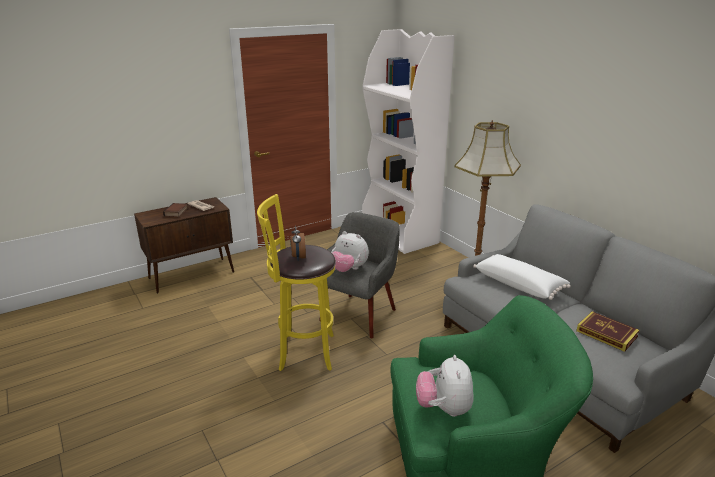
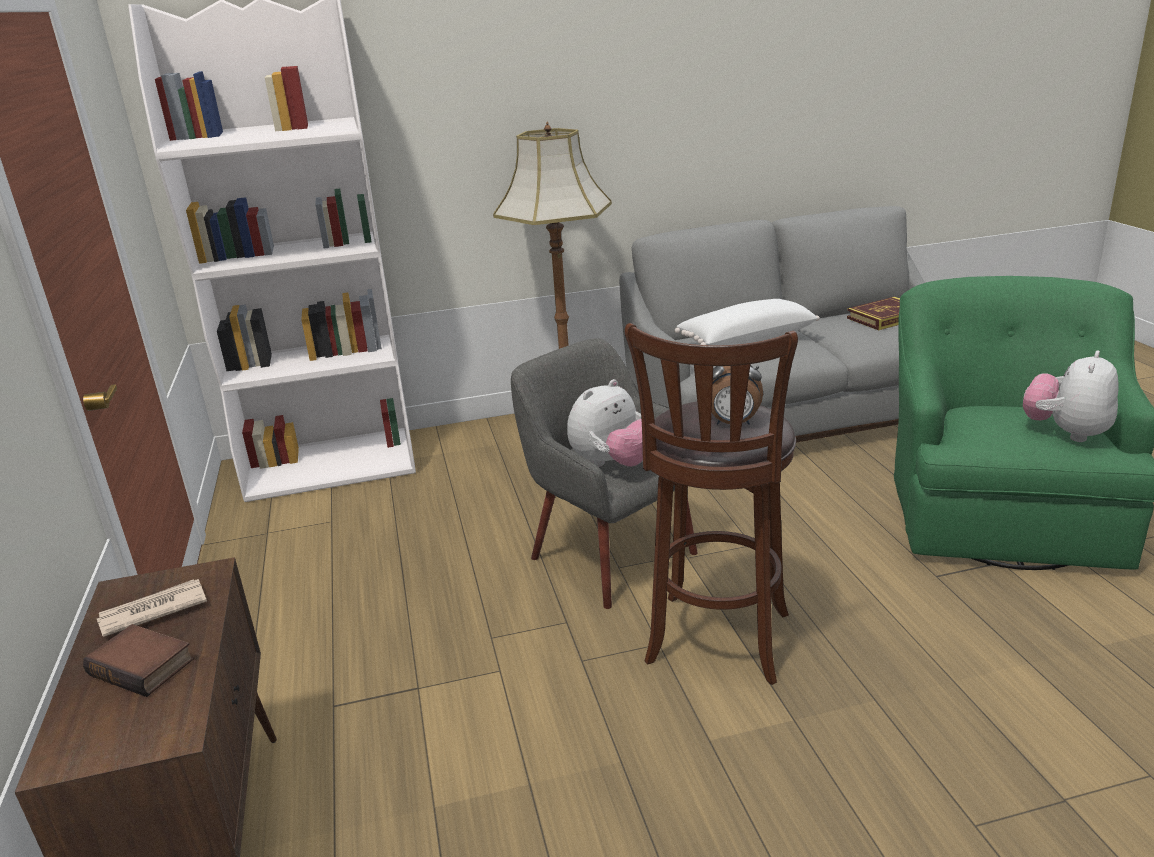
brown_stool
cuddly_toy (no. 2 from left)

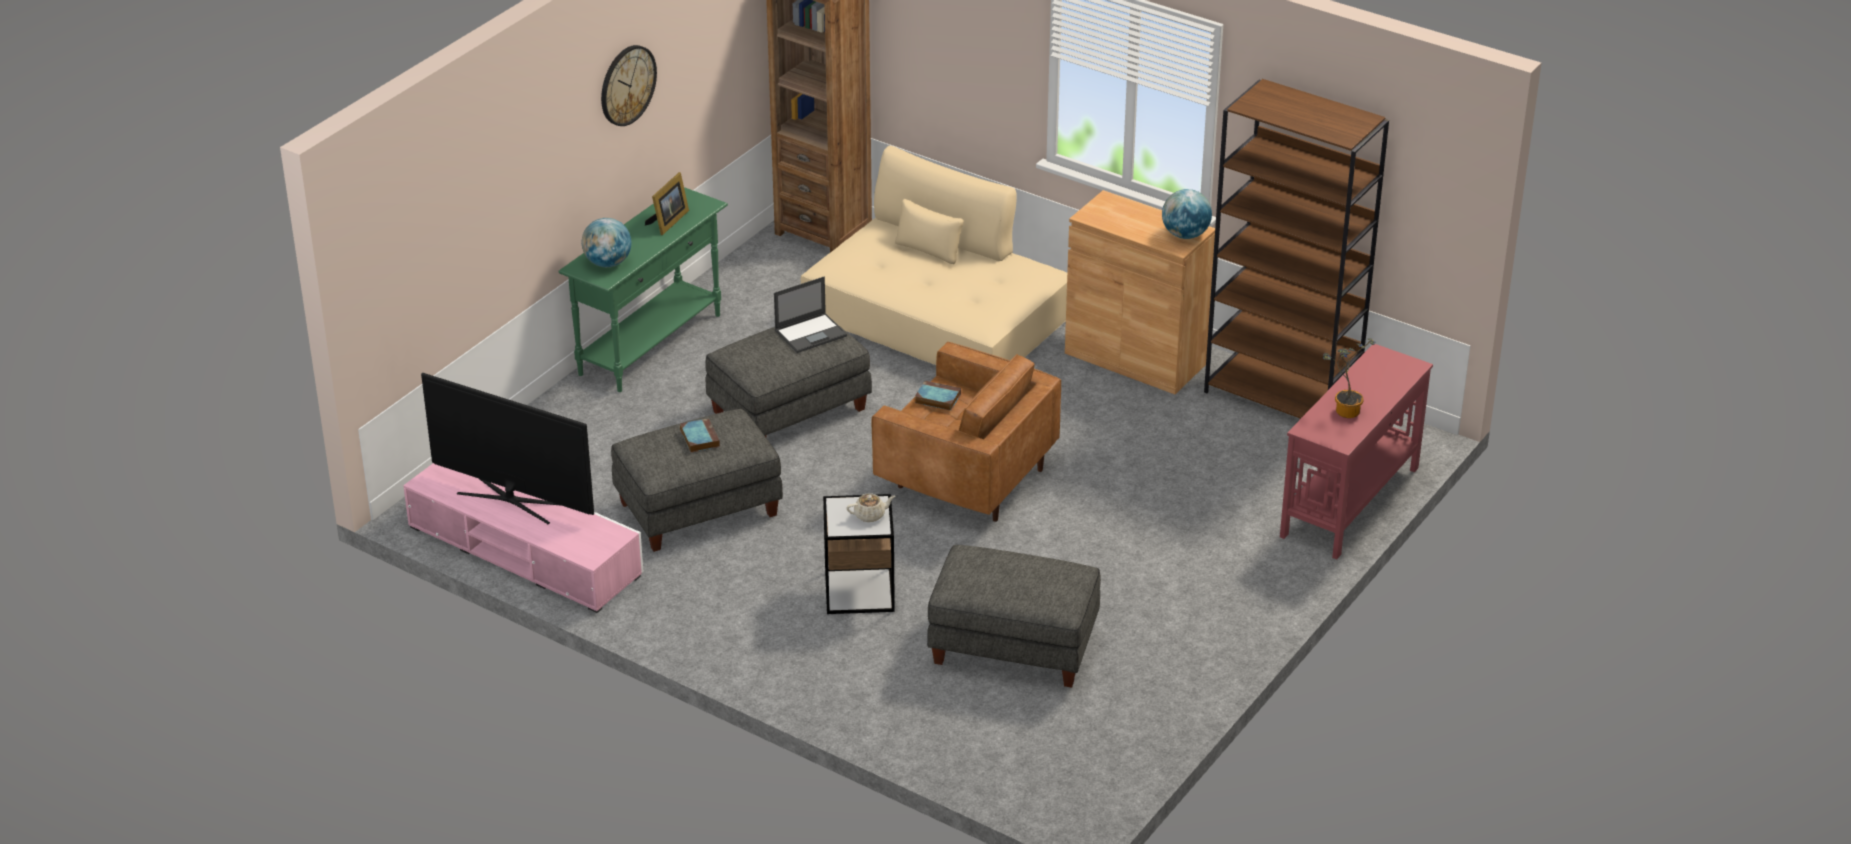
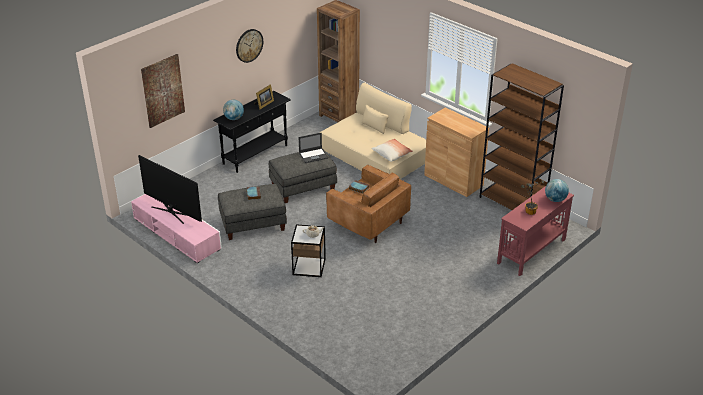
grey_footrest (no. 3 from left in the first image)
picture
pillow
globe (no. 2 from left)
black_narrow_table

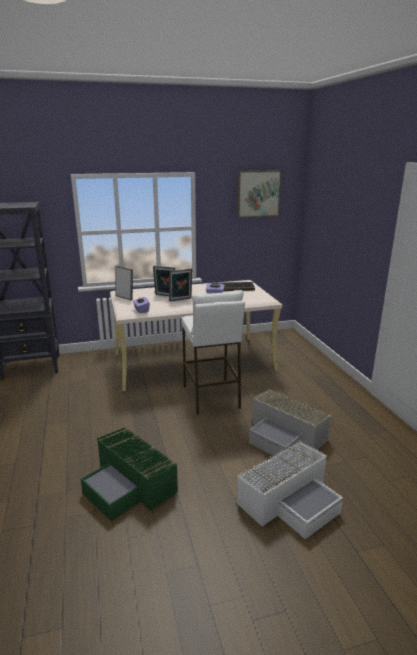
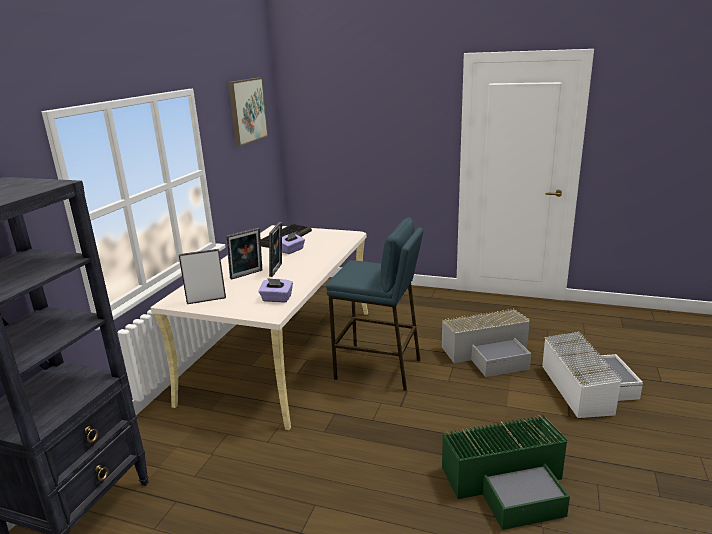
bluish_stool

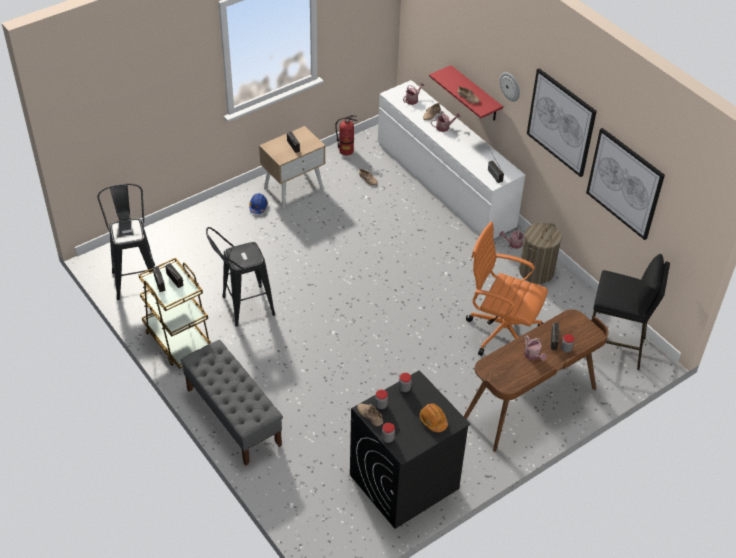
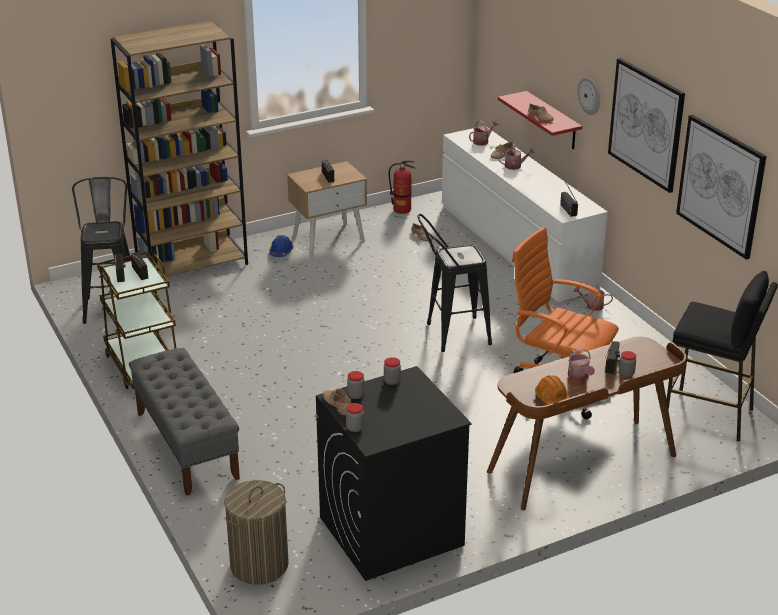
brown_bookshelf
black_stool (no. 2 from left)
orangey_work_helmet
washing_basket

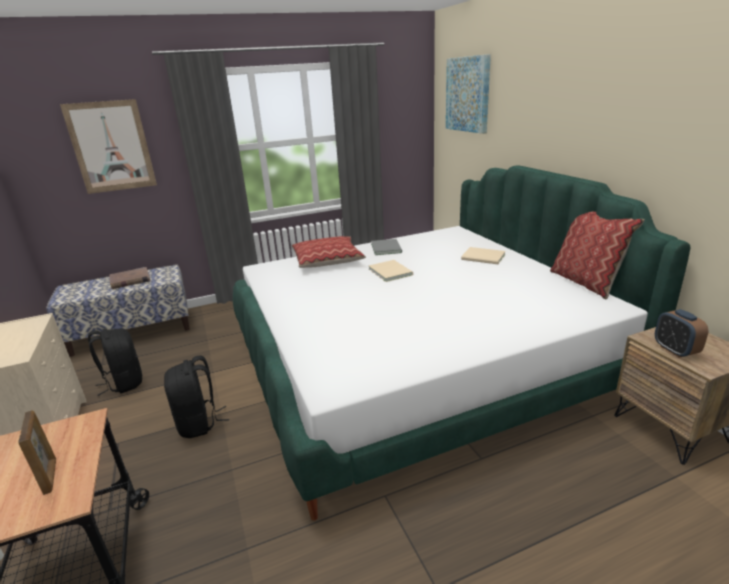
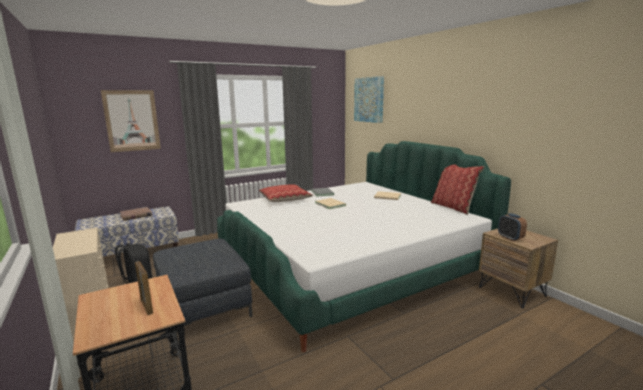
grey_footrest

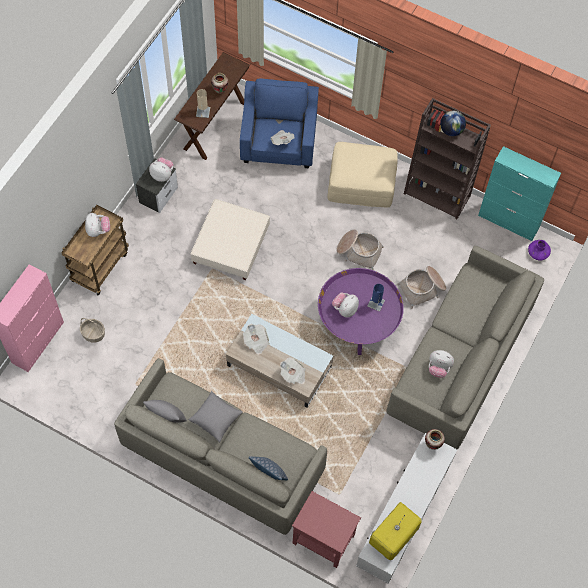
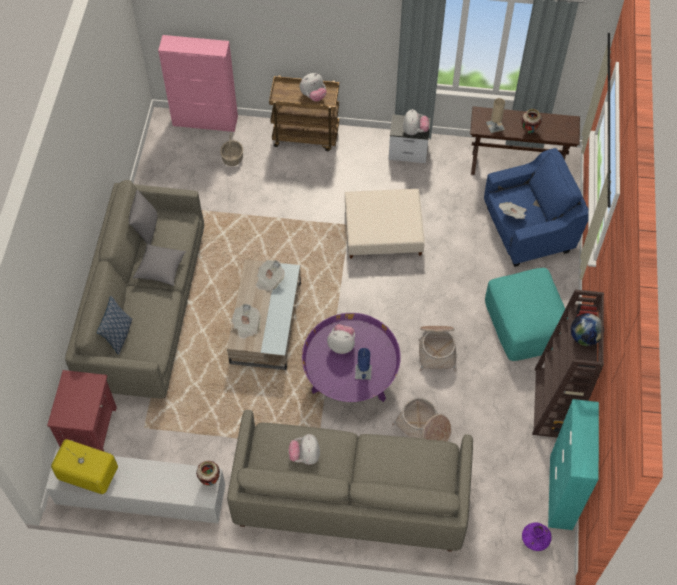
turquoise_footrest

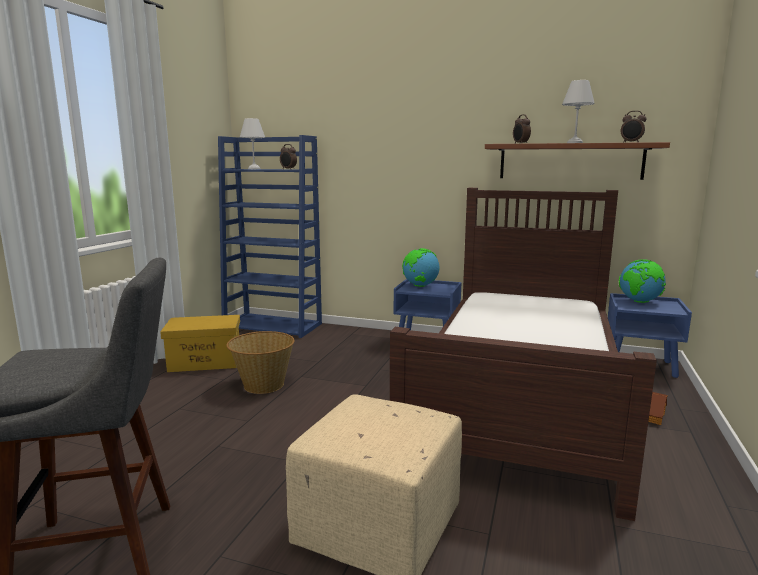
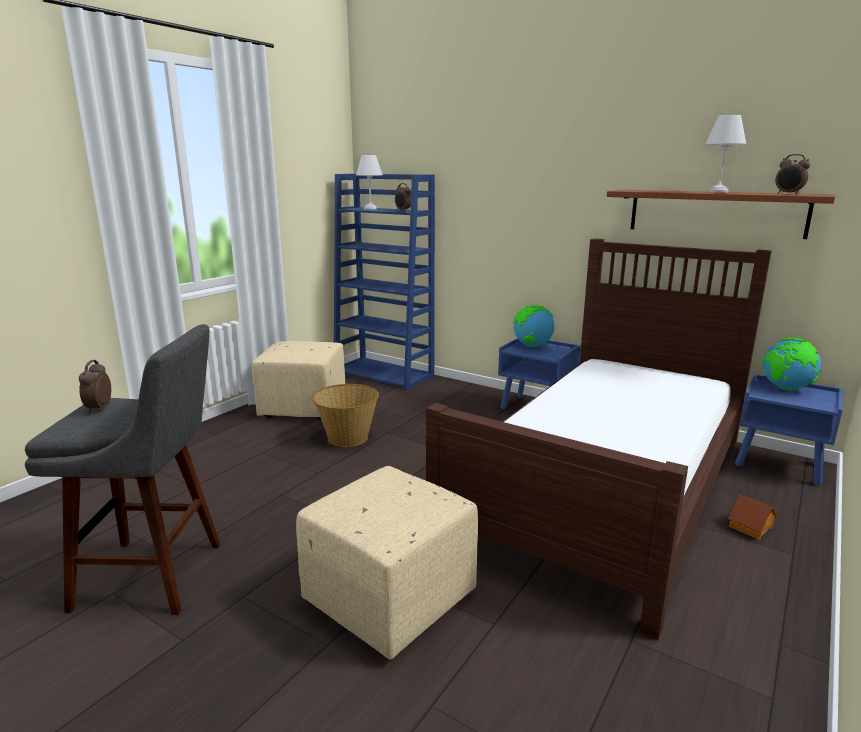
table_clock (no. 1 from left)
sand-coloured_footrest (no. 1 from left)

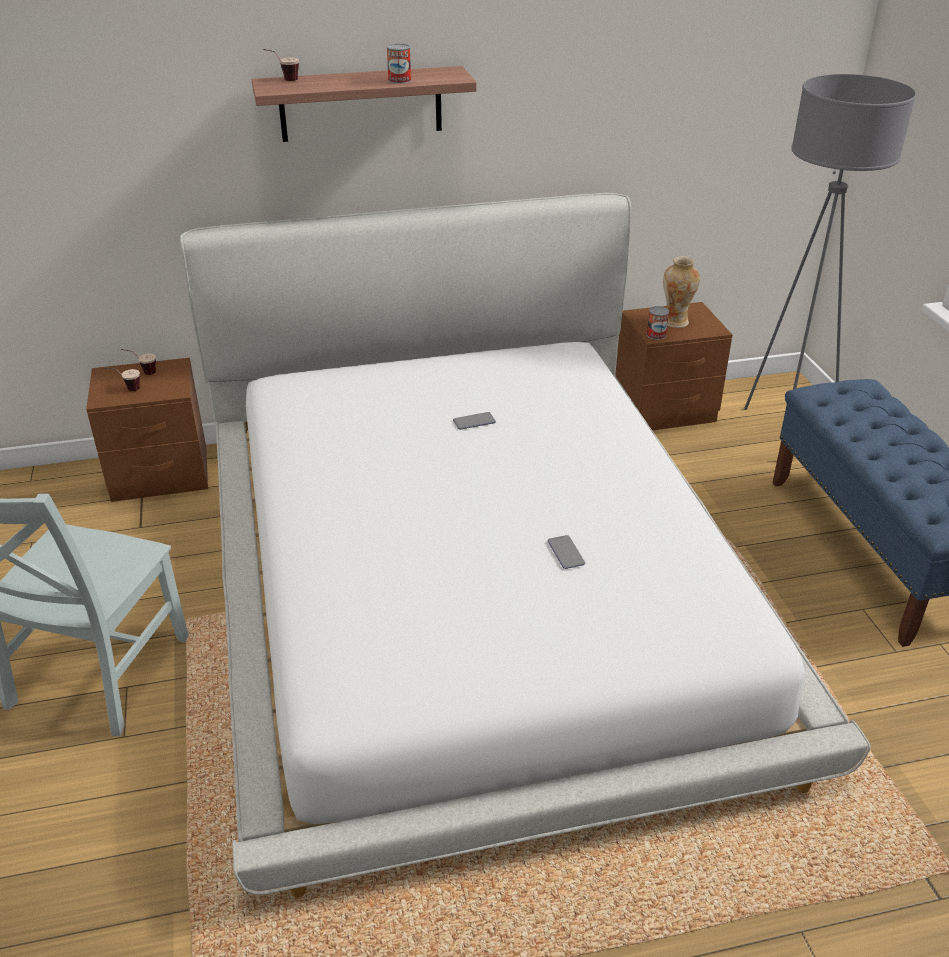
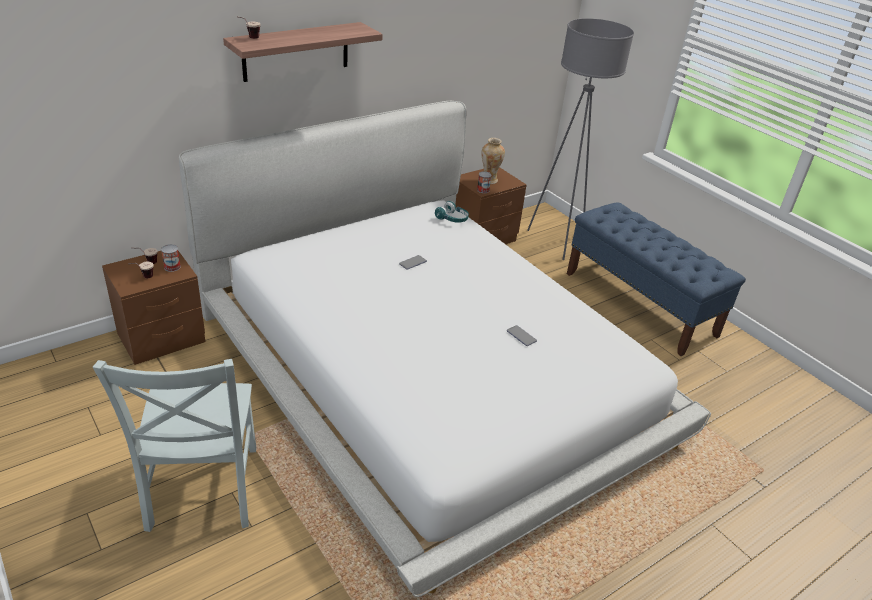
turquoise_headset
can (no. 1 from left)

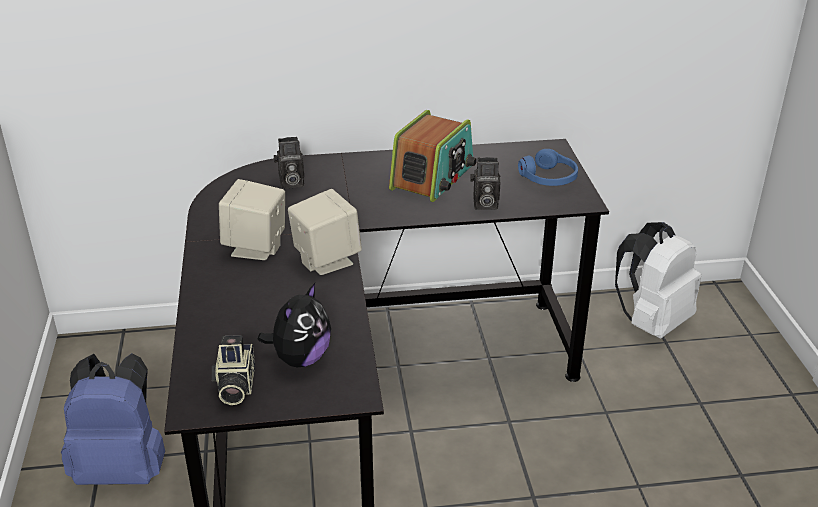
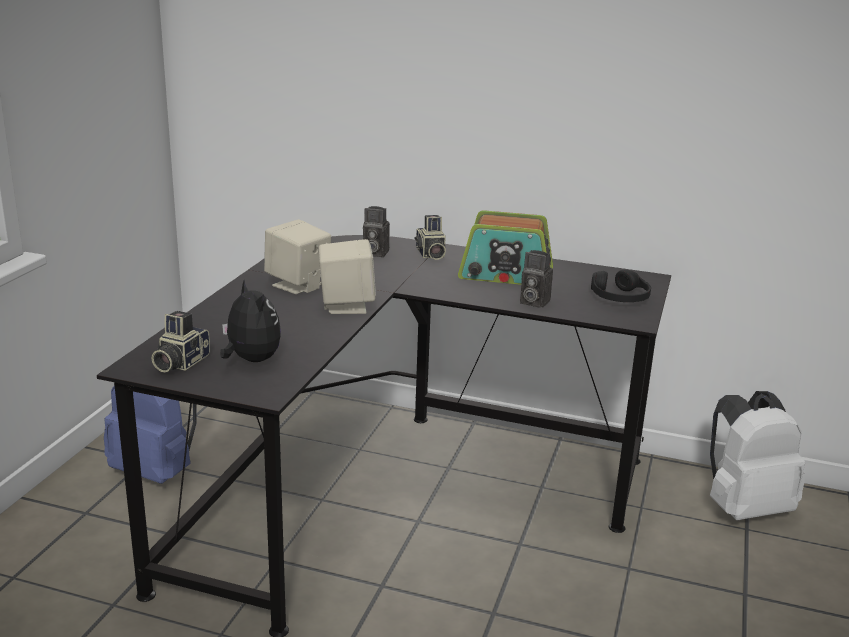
photo_camera (no. 3 from left)
black_headset
cuddly_toy
radio_receiver

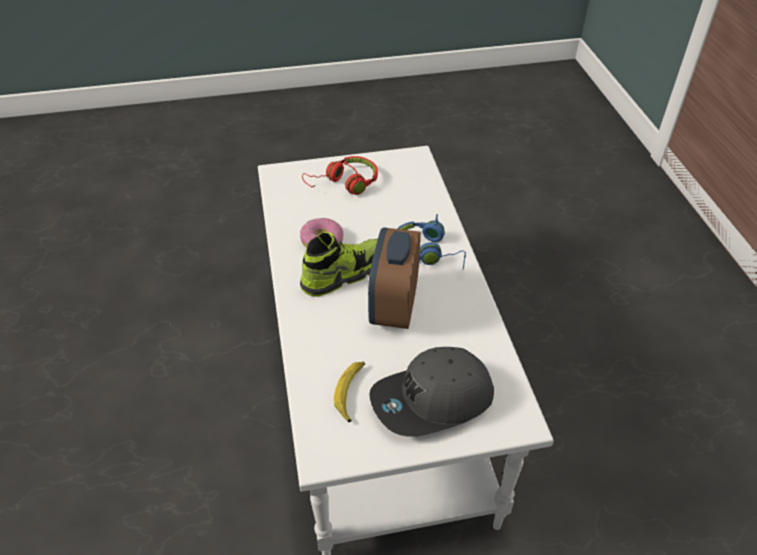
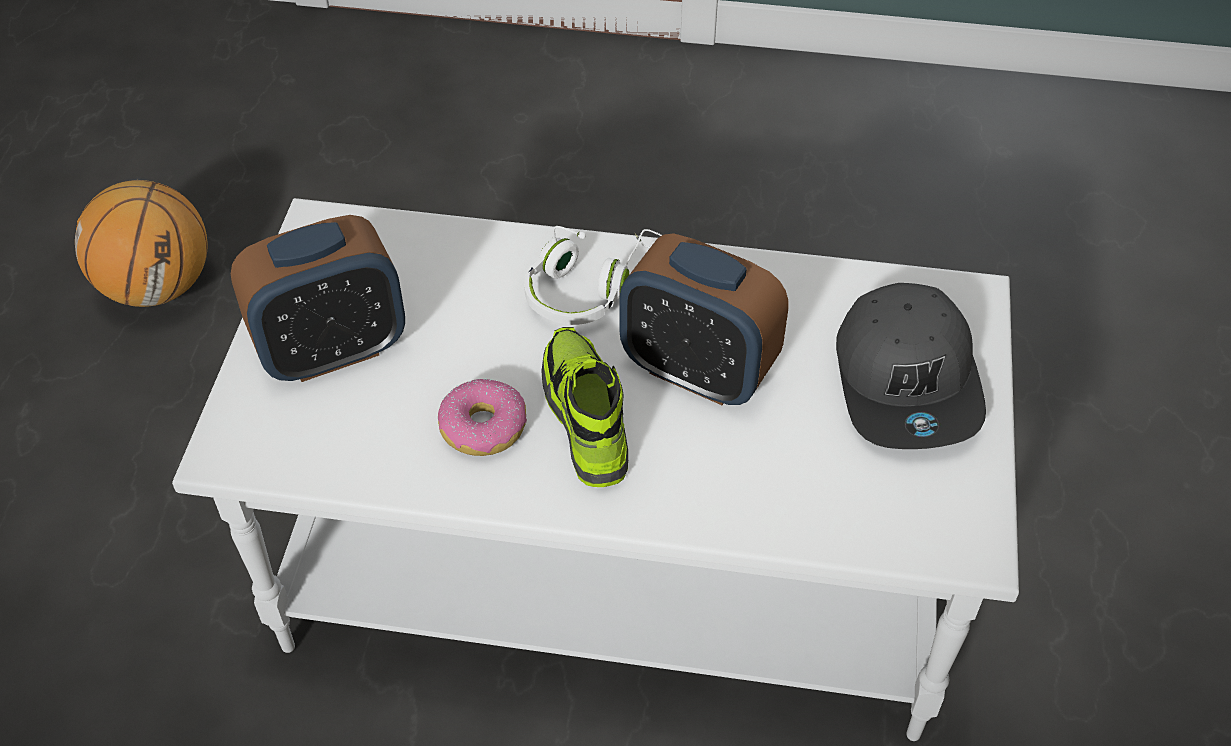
banana
ball_for_basketball
table_clock (no. 1 from left)
whitish_headset

